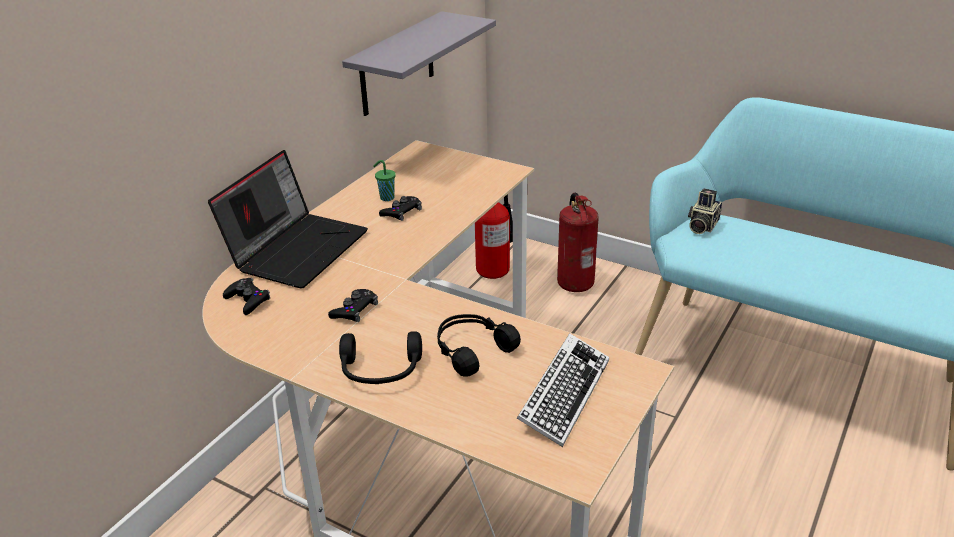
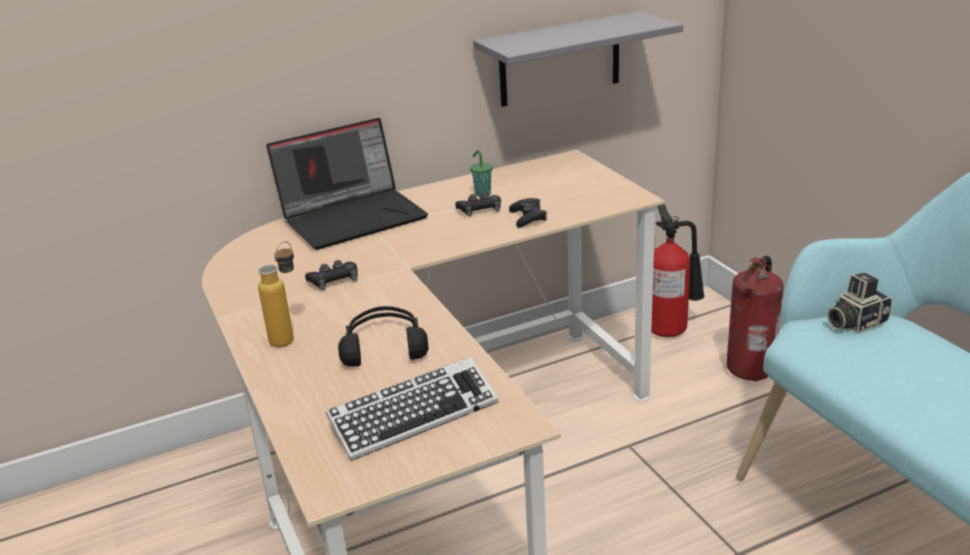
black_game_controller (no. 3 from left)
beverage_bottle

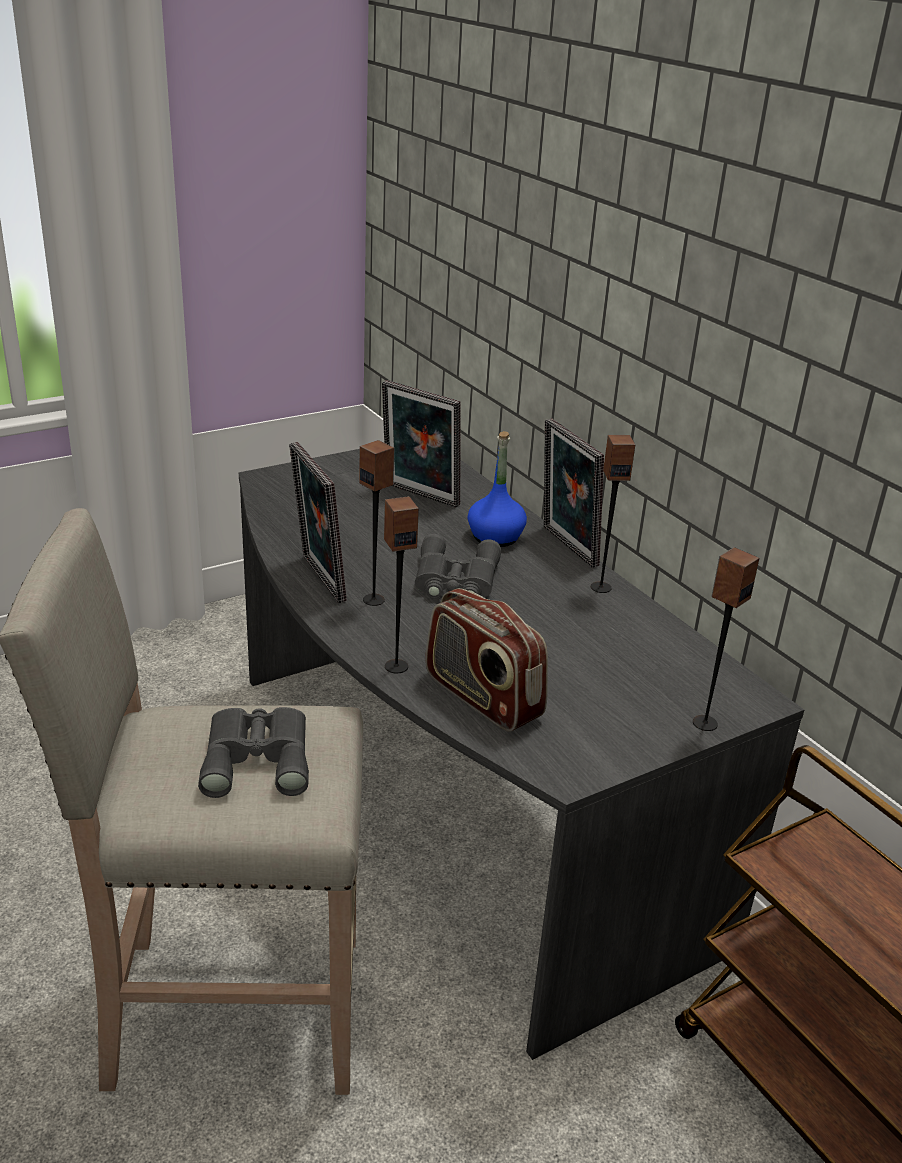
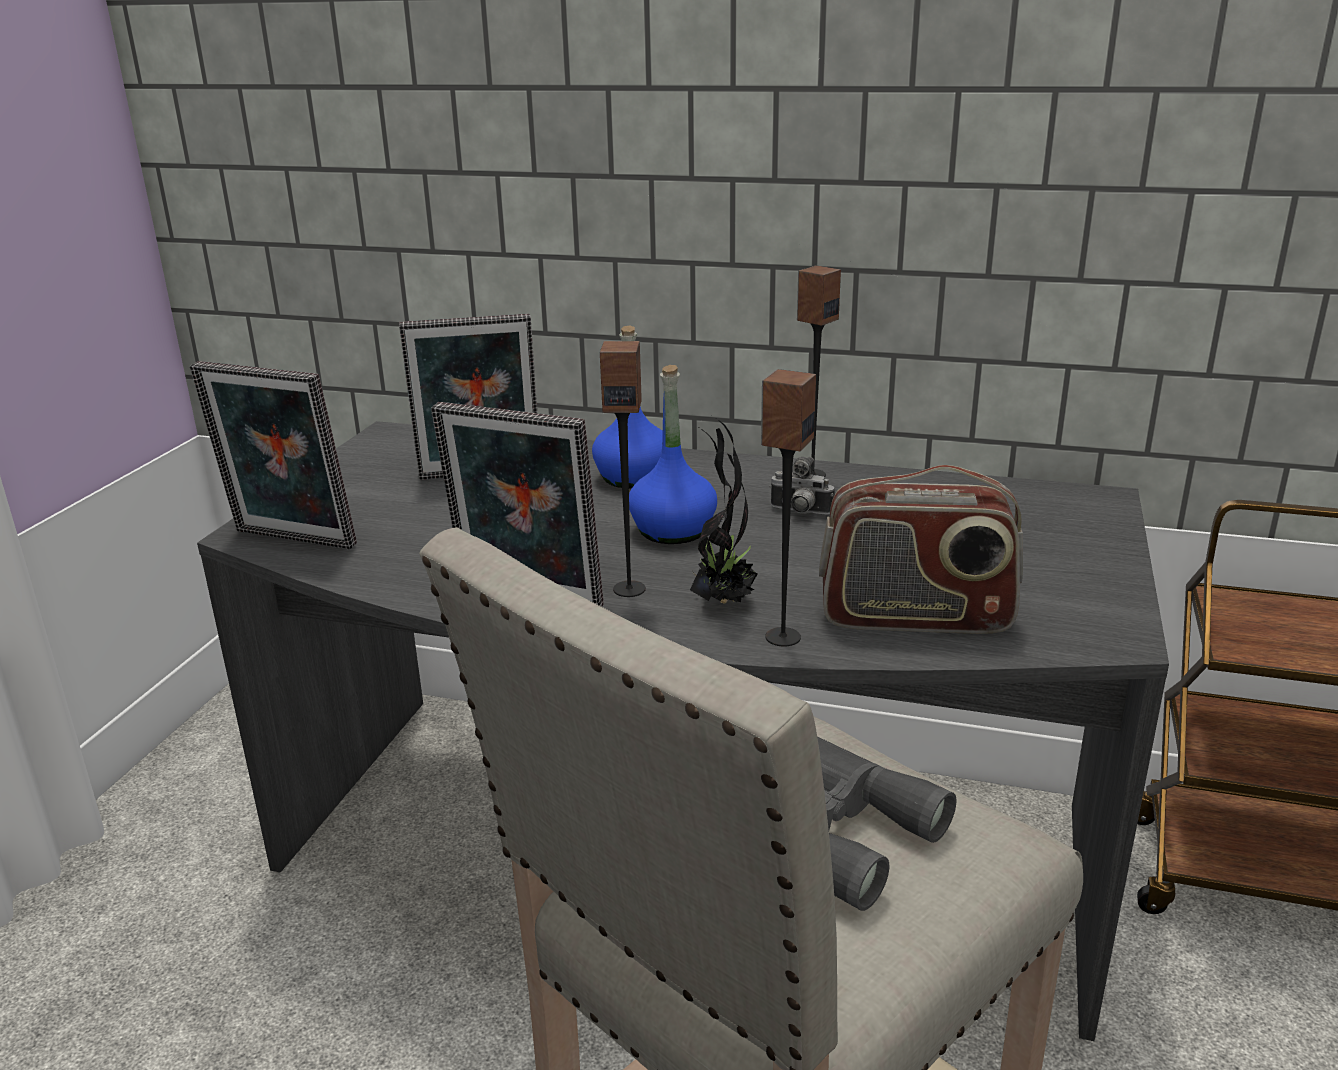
loudspeaker (no. 4 from left in the first image)
houseplant
photo_camera
picture_frame (no. 1 from left)
bluish_beverage_bottle (no. 2 from left)

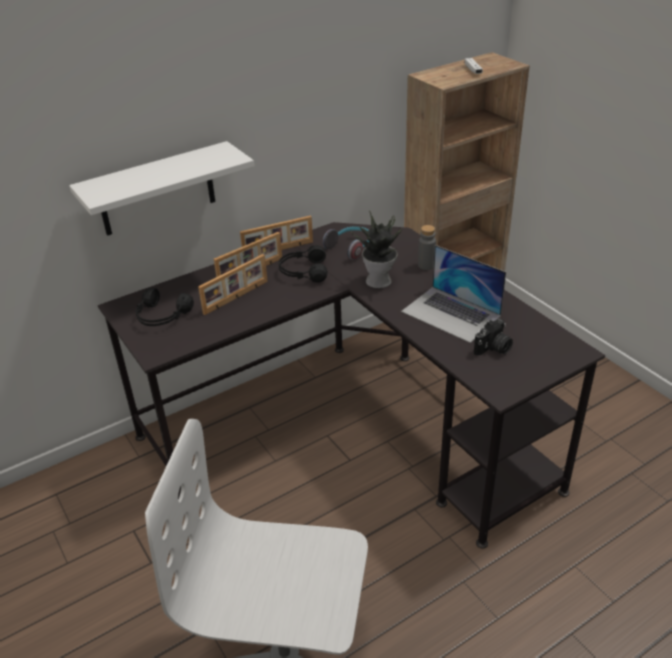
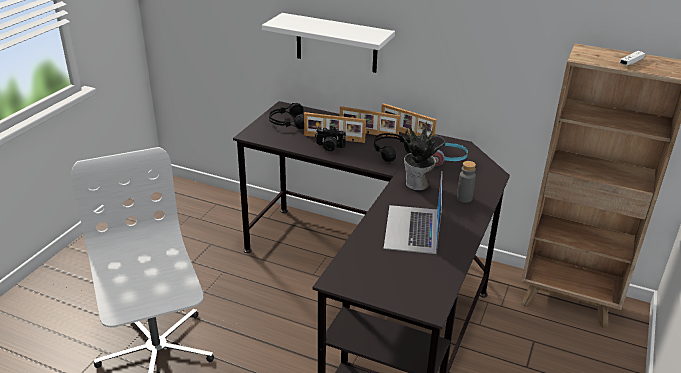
photo_camera

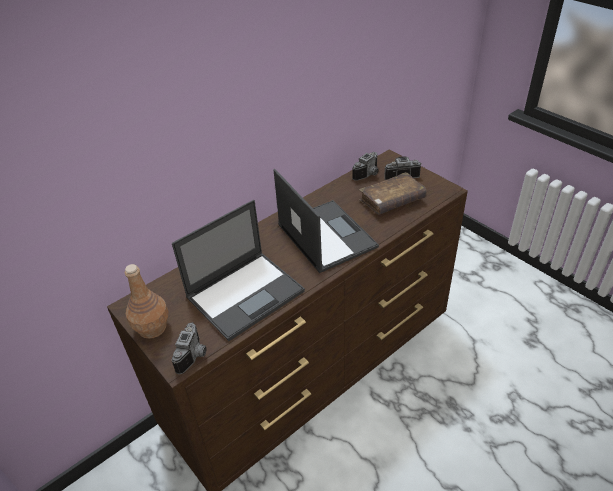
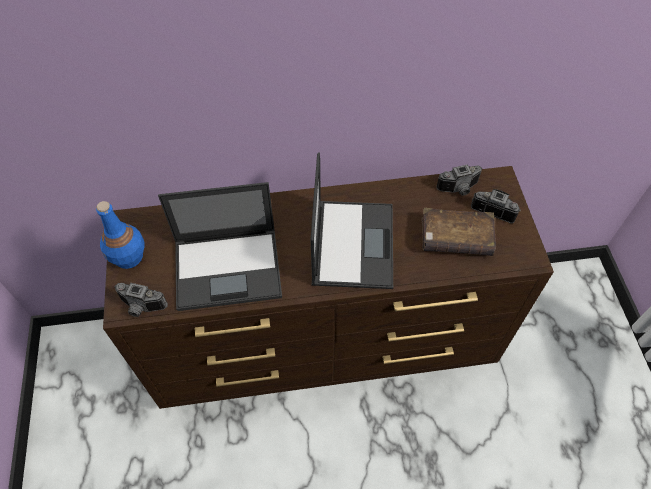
bluish_beverage_bottle
photo_camera (no. 1 from left)

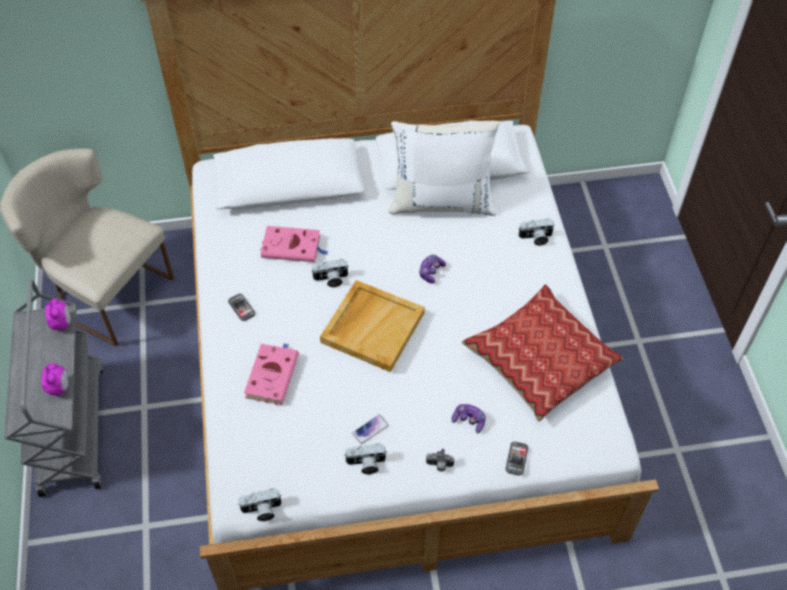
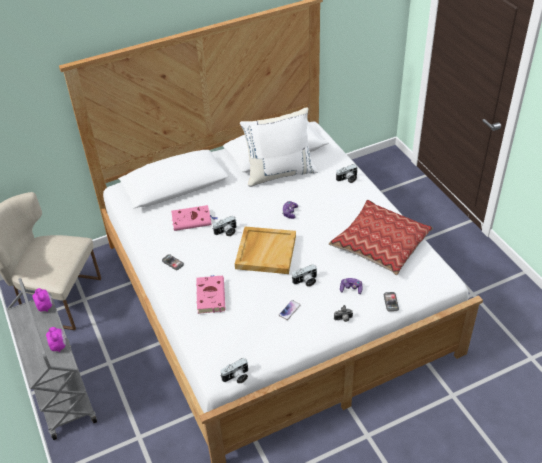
photo_camera (no. 3 from left)

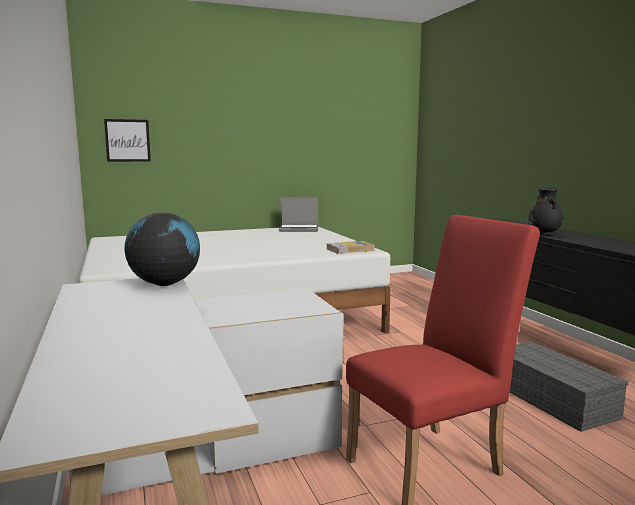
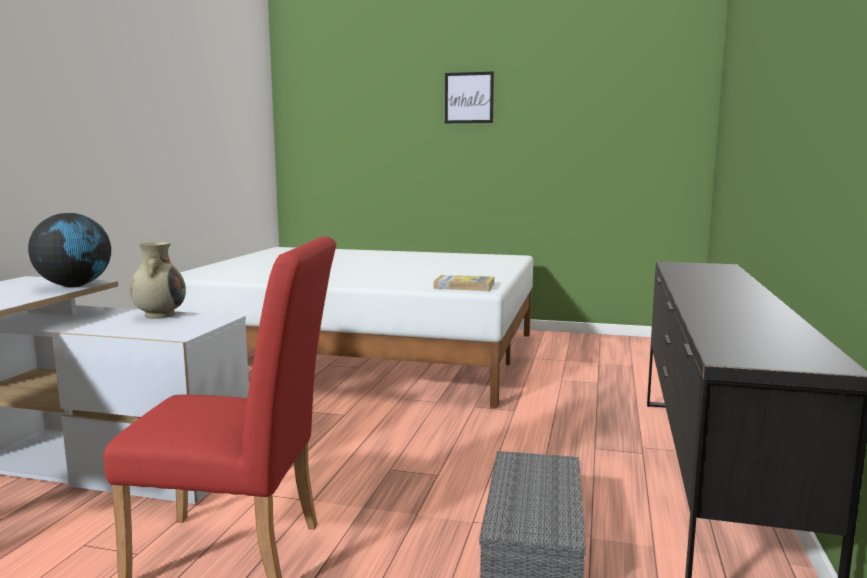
portable_computer
black_decorative_vase
sand-coloured_decorative_vase
picture

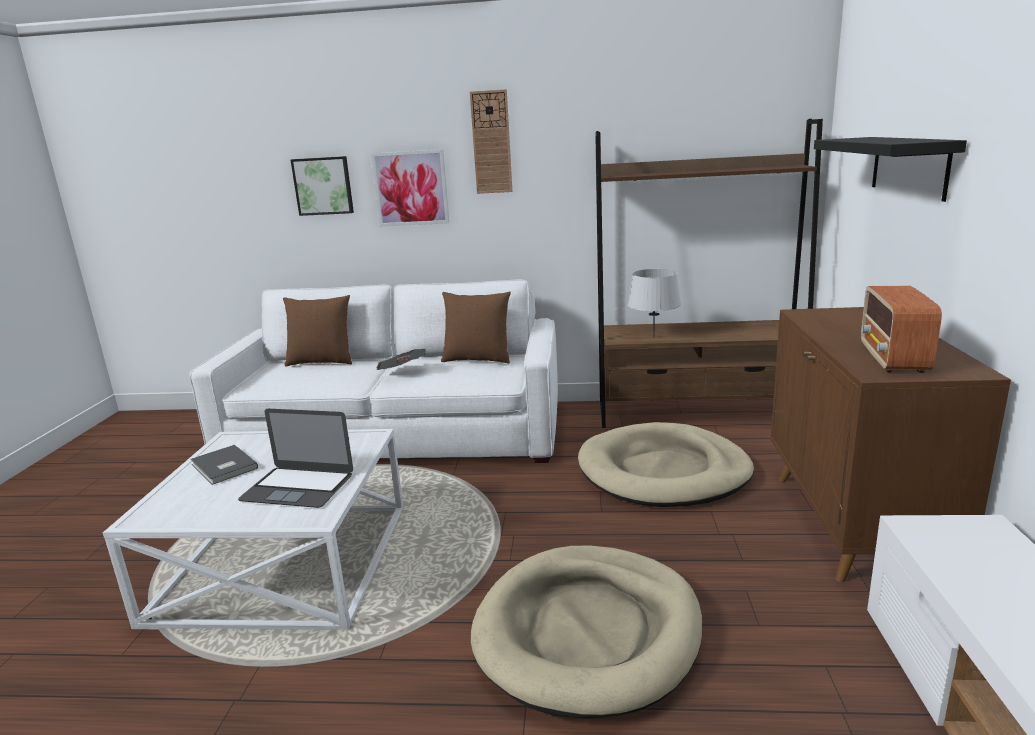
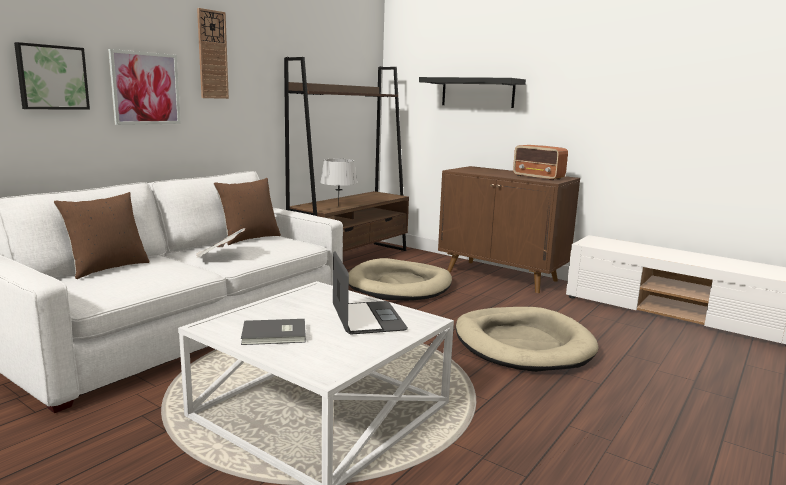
portable_computer

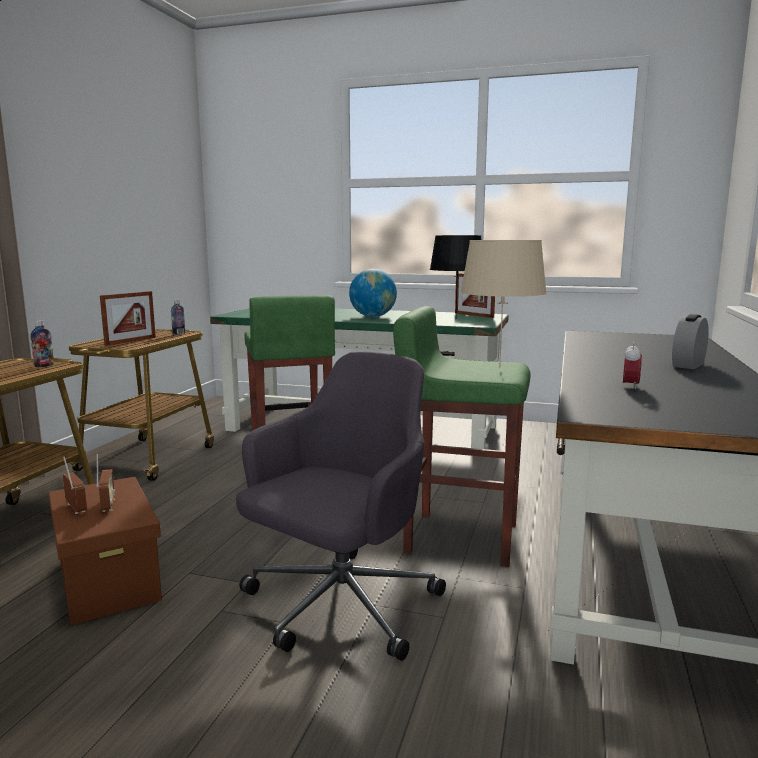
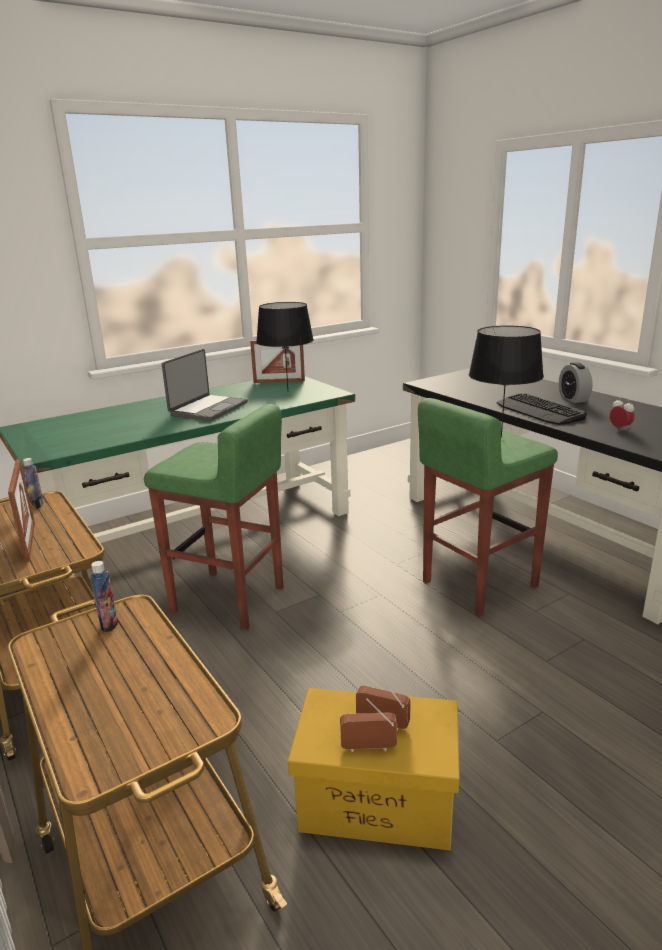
grey_computer_chair
computer_keyboard
portable_computer
yellow_storage_box
black_lamp_for_a_table (no. 2 from left)

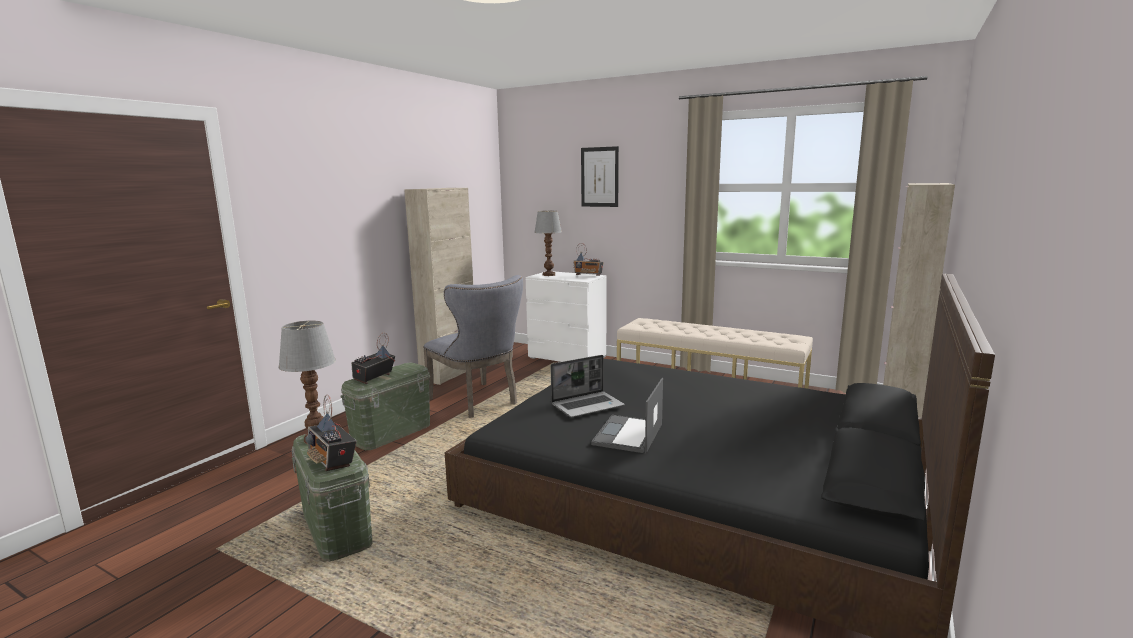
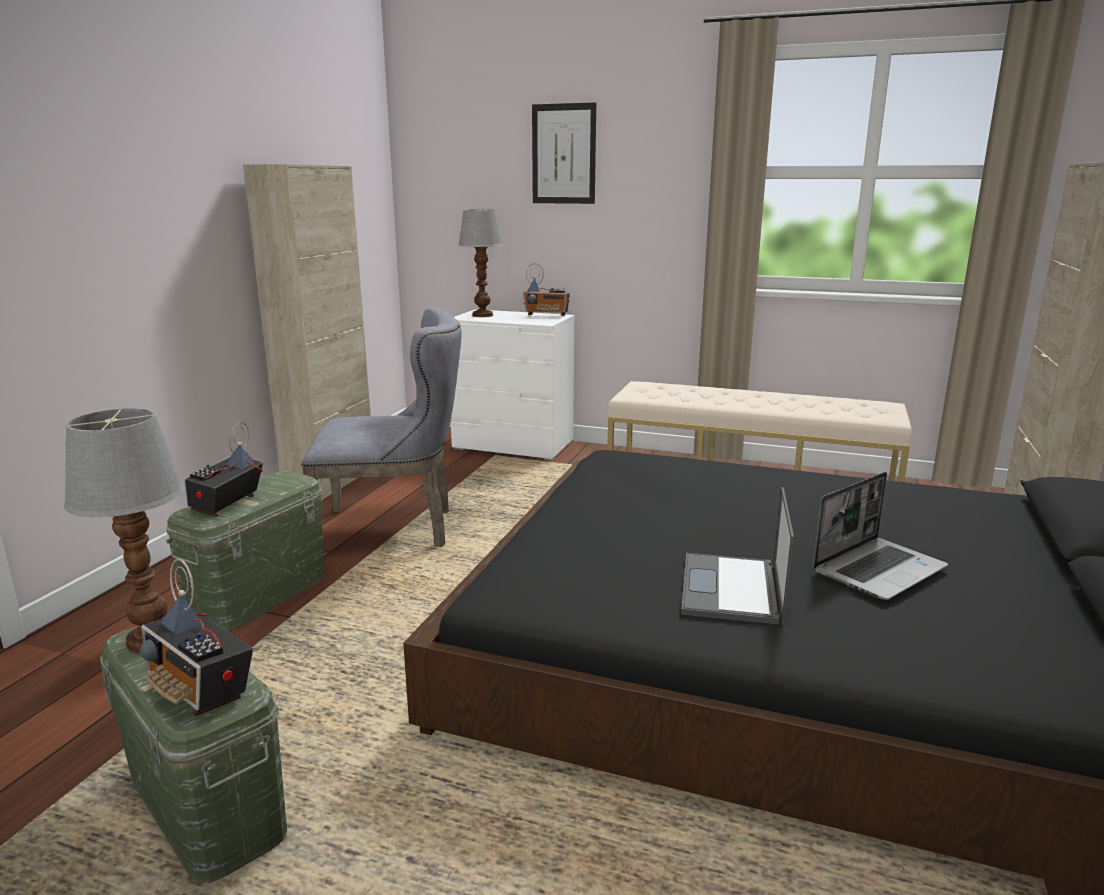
portable_computer (no. 2 from left)
grey_plain_chair

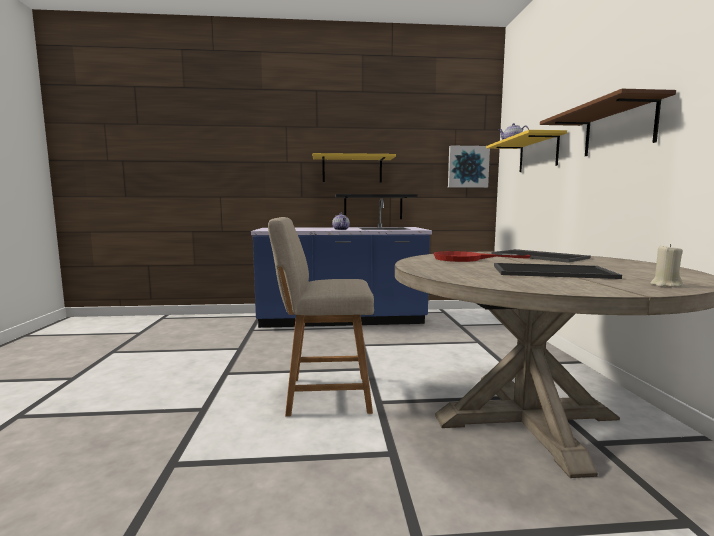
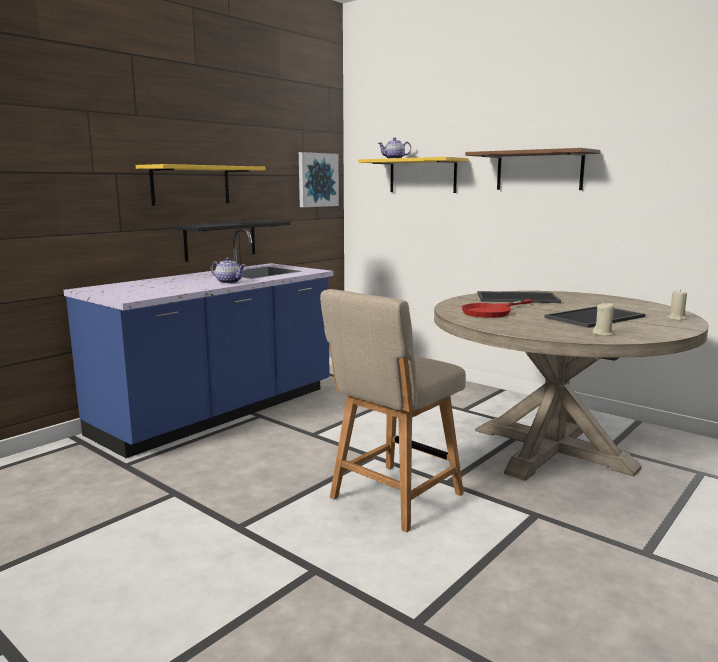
sand-coloured_candle (no. 1 from left)

